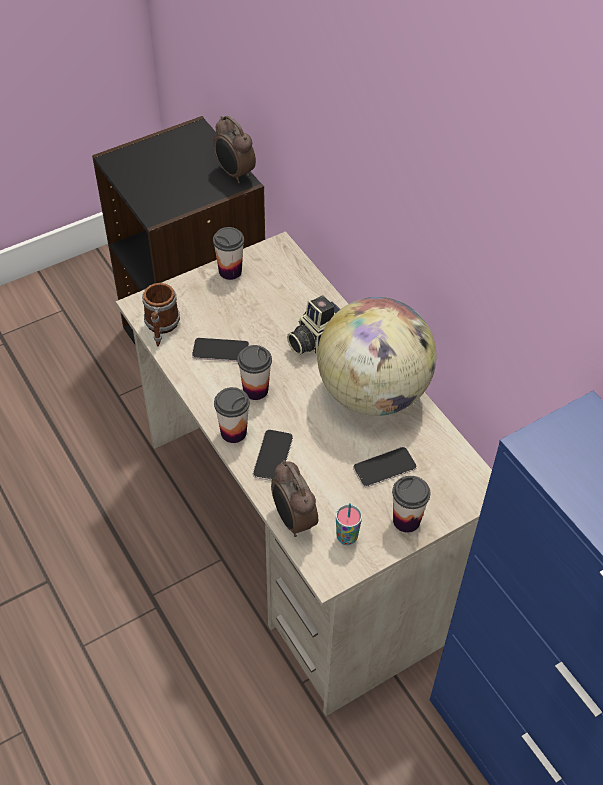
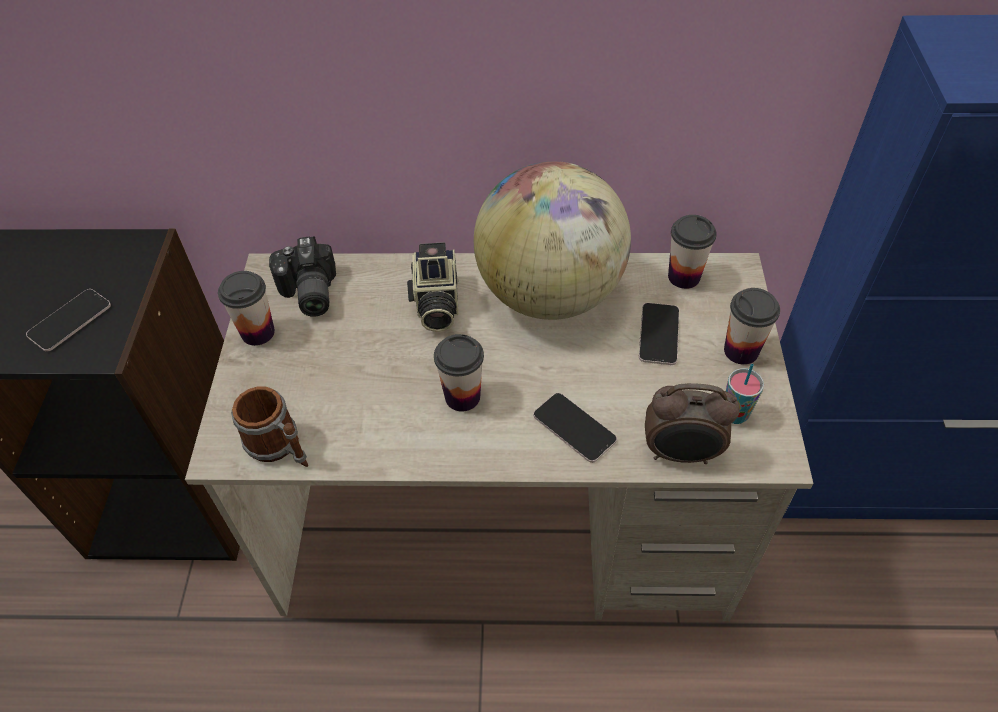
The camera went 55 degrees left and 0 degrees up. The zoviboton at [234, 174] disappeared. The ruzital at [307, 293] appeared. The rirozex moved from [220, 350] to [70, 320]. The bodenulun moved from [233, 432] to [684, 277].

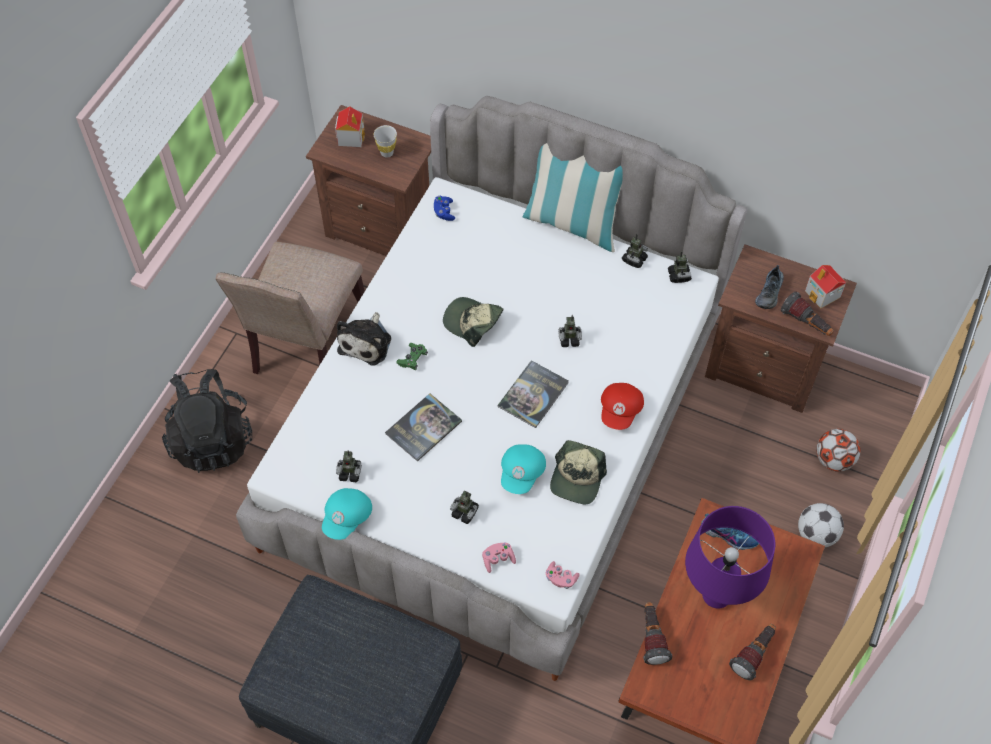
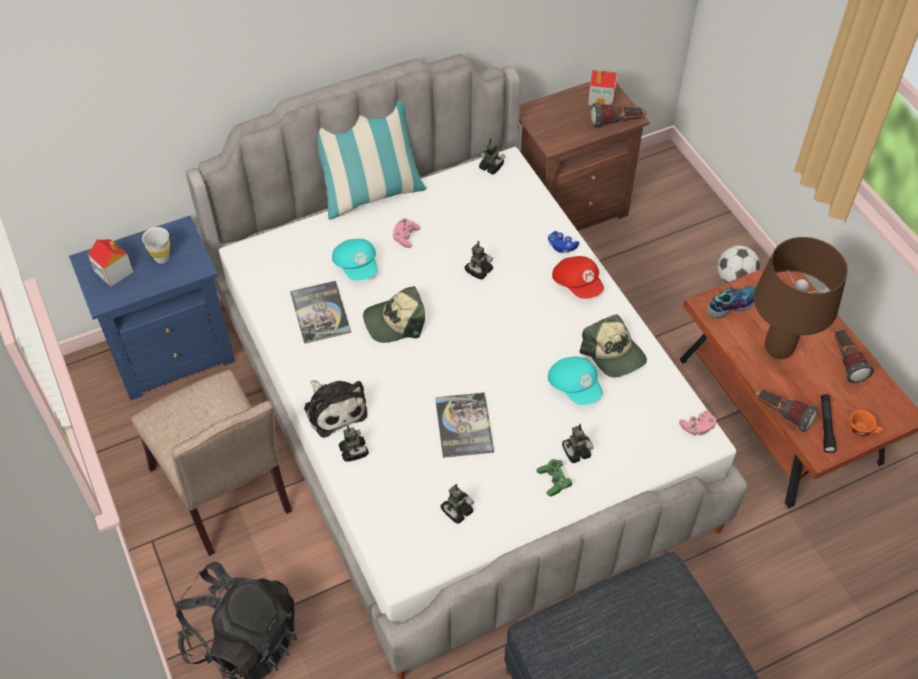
The camera went 50 degrees left and 5 degrees down. The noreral at [770, 293] disappeared. The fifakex at [833, 460] disappeared. The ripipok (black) at [826, 426] appeared. The bodenulun (orange) at [862, 430] appeared. The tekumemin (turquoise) moved from [348, 518] to [357, 266]. The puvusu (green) moved from [412, 359] to [554, 481]. The puvusu (blue) moved from [444, 212] to [561, 247]. The puvusu (pink) moved from [498, 559] to [405, 237]. The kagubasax moved from [533, 394] to [320, 313]. The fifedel moved from [634, 259] to [354, 451]. The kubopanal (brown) at [383, 228] became the kubopanal (blue) at [173, 353]. The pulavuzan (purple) at [716, 595] became the pulavuzan (brown) at [777, 349].

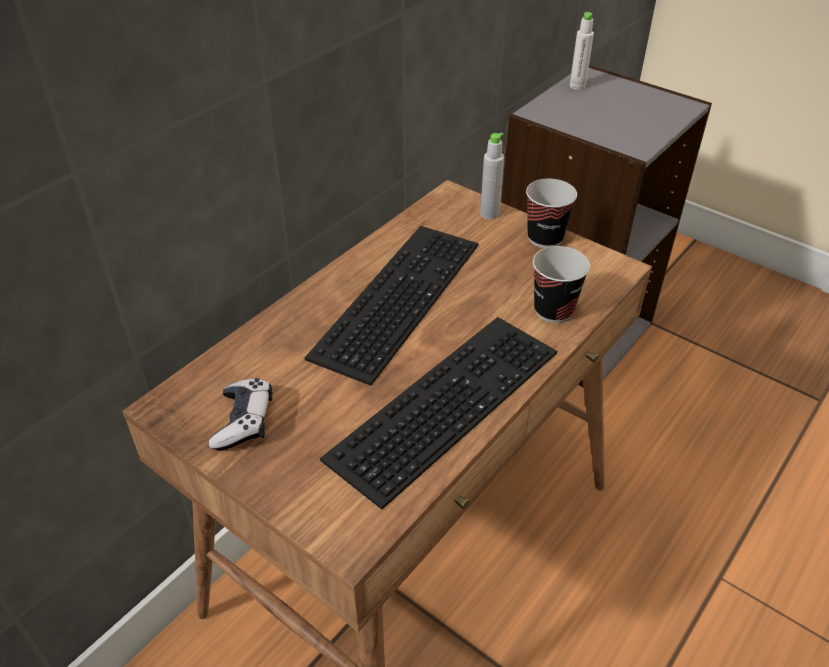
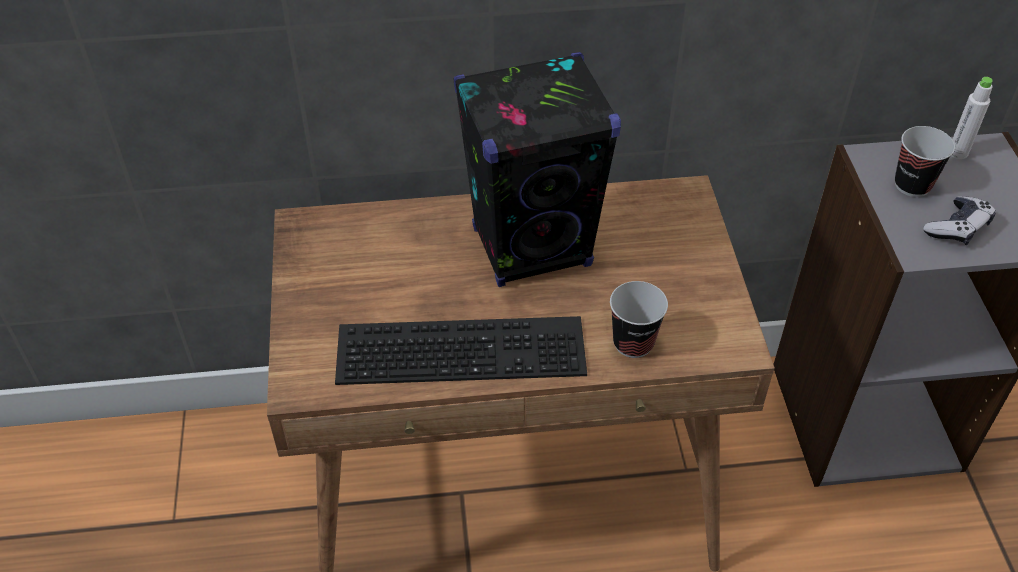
The camera went 45 degrees right and 5 degrees up. The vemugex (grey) at [489, 213] disappeared. The puvusu moved from [244, 422] to [957, 228]. The bodenulun moved from [545, 238] to [912, 185]. The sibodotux at [395, 295] was replaced by the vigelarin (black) at [532, 247].

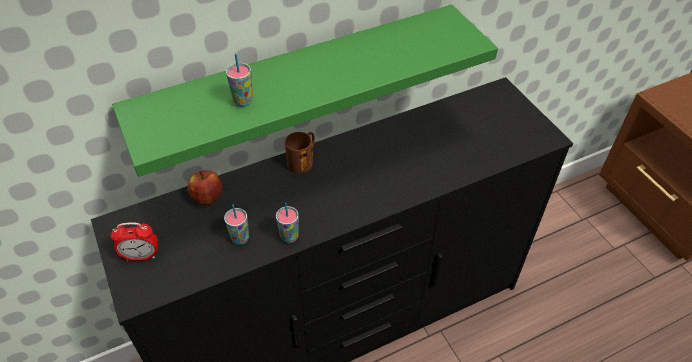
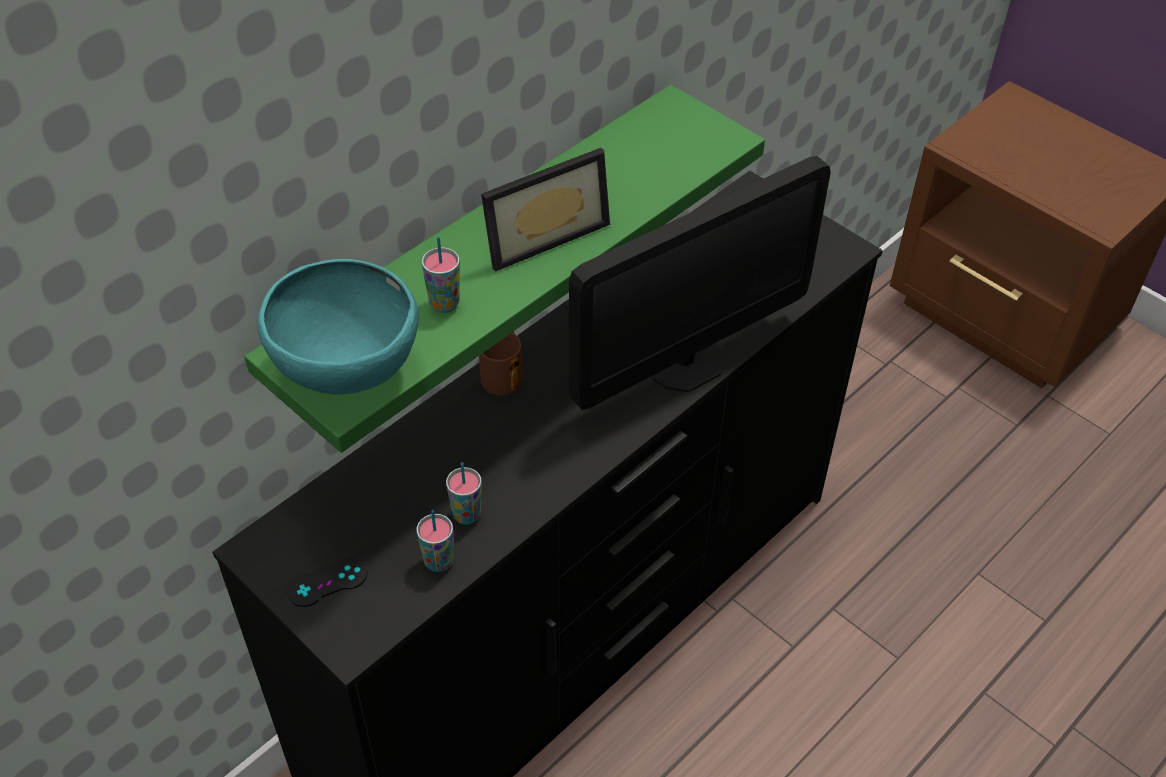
The camera went 20 degrees left and 0 degrees up. The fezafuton at [207, 198] disappeared. The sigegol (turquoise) at [347, 374] appeared. The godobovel at [541, 234] appeared. The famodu at [684, 363] appeared. The bodenulun moved from [289, 237] to [438, 562]. The zoviboton at [141, 256] was replaced by the puvusu (black) at [327, 583].

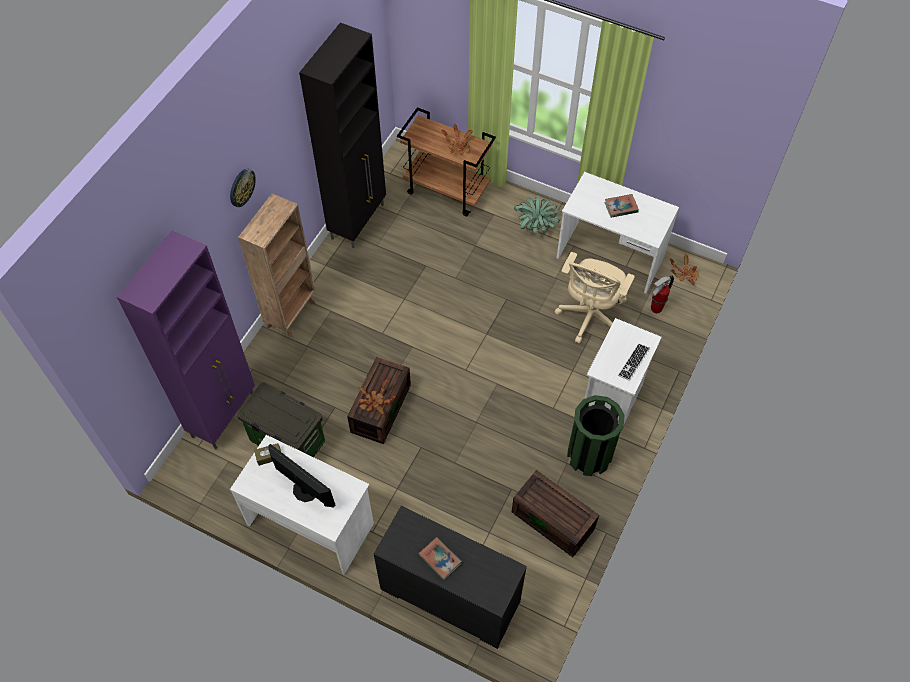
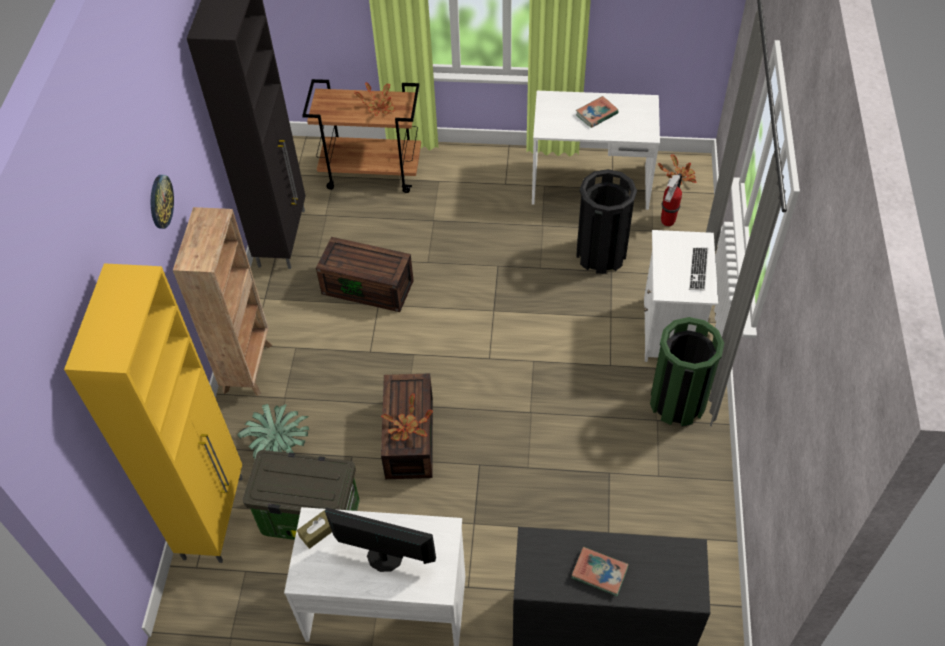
The camera went 20 degrees left and 5 degrees down. The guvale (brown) moved from [554, 520] to [369, 286]. The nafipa moved from [536, 225] to [278, 445]. The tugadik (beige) at [589, 317] was replaced by the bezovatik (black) at [601, 254]. The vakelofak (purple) at [224, 415] became the vakelofak (yellow) at [214, 516].

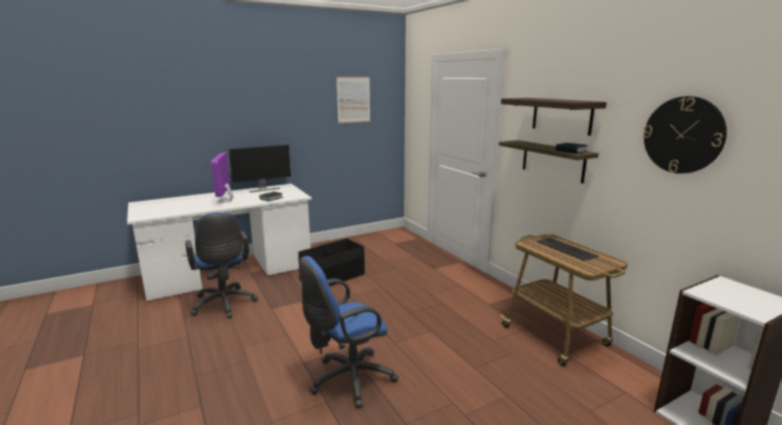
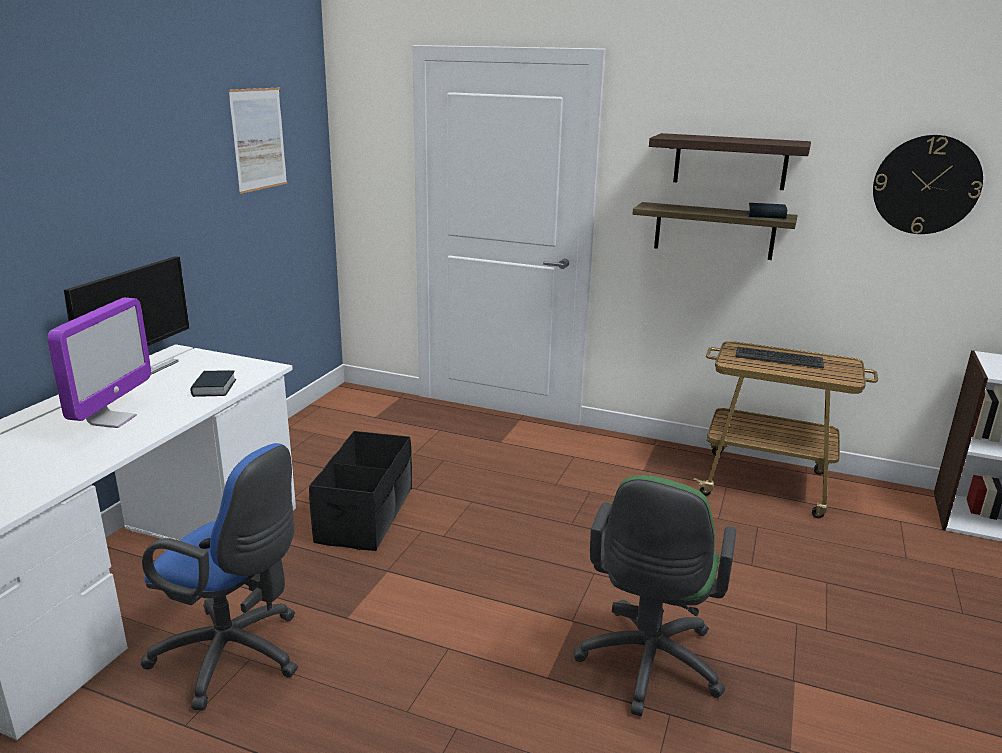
The camera went 40 degrees left and 5 degrees up. The tugadik (blue) at [347, 380] became the tugadik (green) at [647, 666]. The famodu at [225, 200] turned 120 degrees counterclockwise.

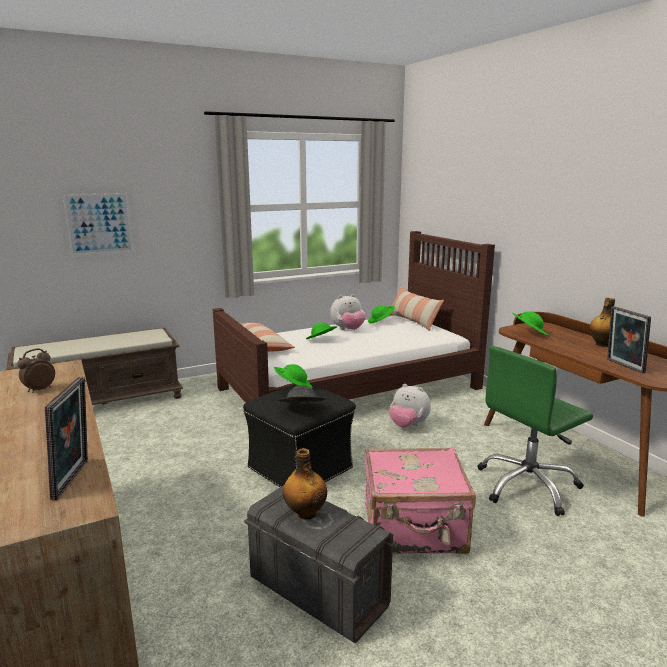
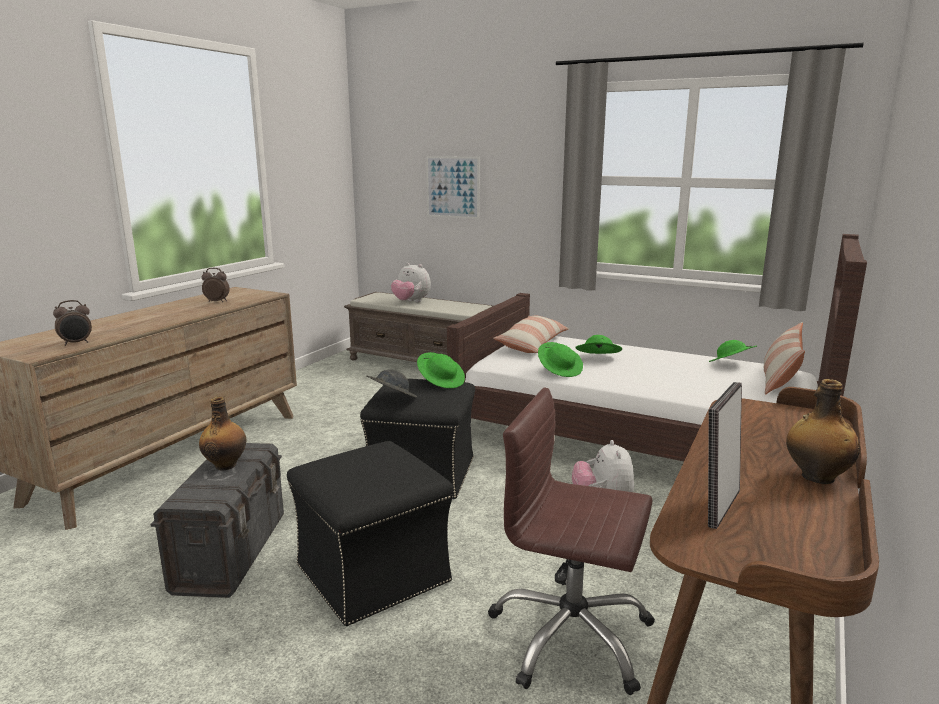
The camera went 55 degrees right and 0 degrees up. The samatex moved from [348, 330] to [411, 302]. The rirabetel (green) moved from [528, 333] to [560, 370]. The godobovel at [75, 479] was replaced by the zoviboton at [76, 343]. The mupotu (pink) at [414, 530] was replaced by the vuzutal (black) at [373, 574]. The tugadik (green) at [528, 486] became the tugadik (brown) at [570, 637].

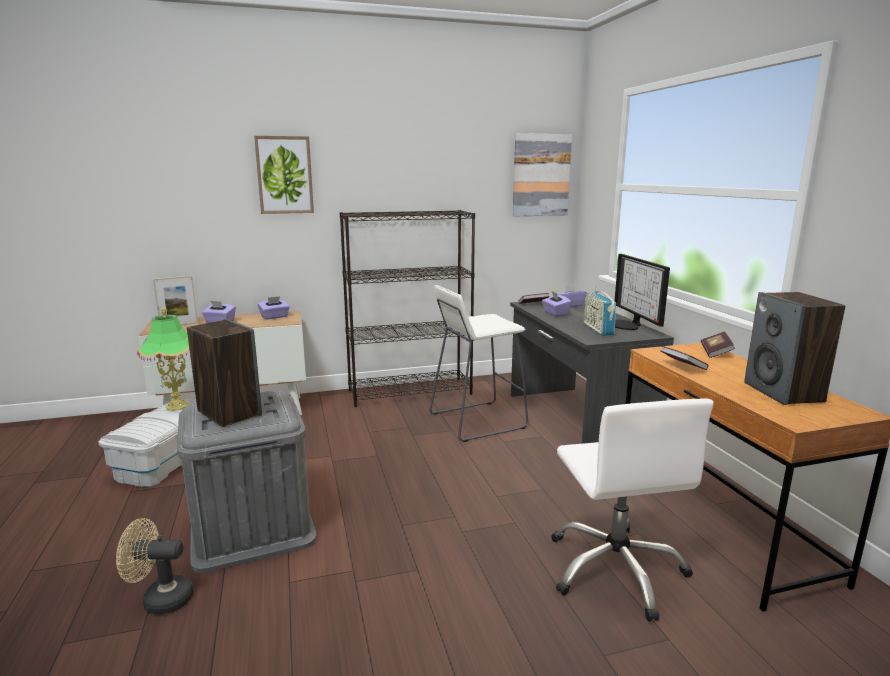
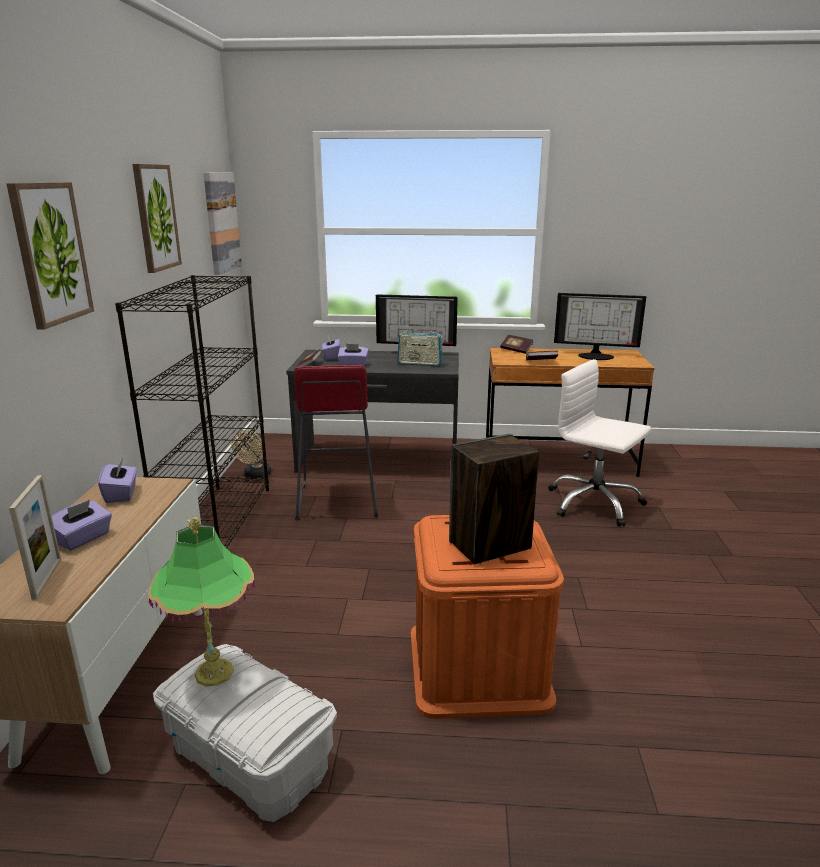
The camera went 70 degrees left and 5 degrees up. The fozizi at [156, 217] appeared. The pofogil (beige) moved from [160, 599] to [255, 475]. The vigelarin at [784, 392] was replaced by the famodu at [596, 356]. The guvale (grey) at [252, 526] became the guvale (orange) at [478, 666]. The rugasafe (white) at [476, 421] became the rugasafe (red) at [336, 501]. The tugadik (white) at [616, 569] turned 150 degrees counterclockwise.

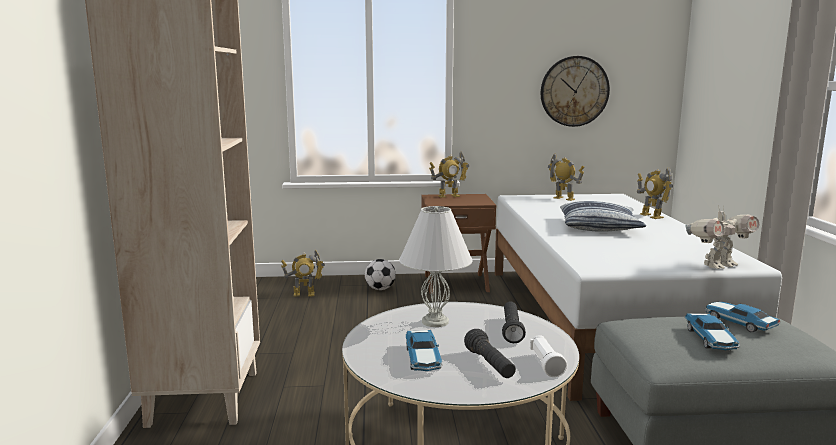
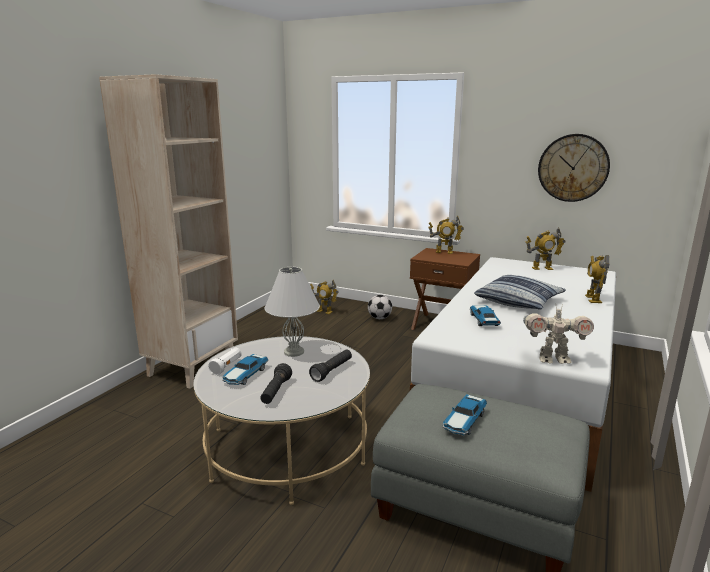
The camera went 30 degrees right and 5 degrees up. The ripipok (white) moved from [545, 364] to [227, 366]. The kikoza moved from [738, 322] to [483, 320]. The fifedel at [564, 198] turned 105 degrees clockwise.

